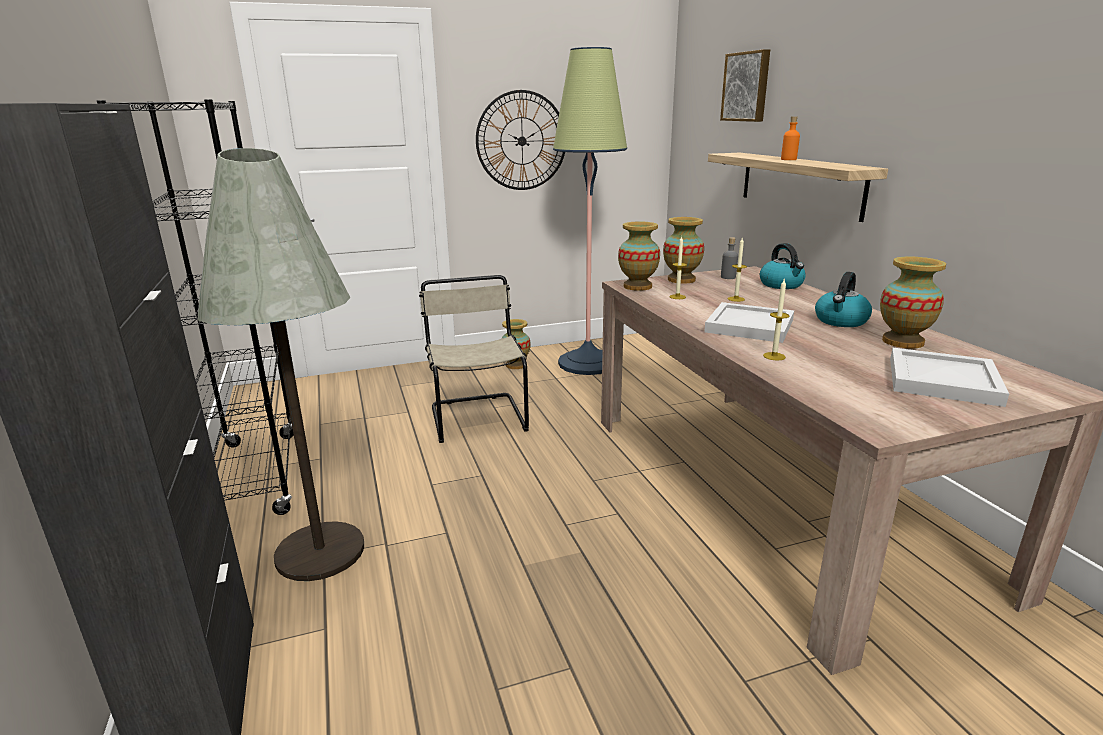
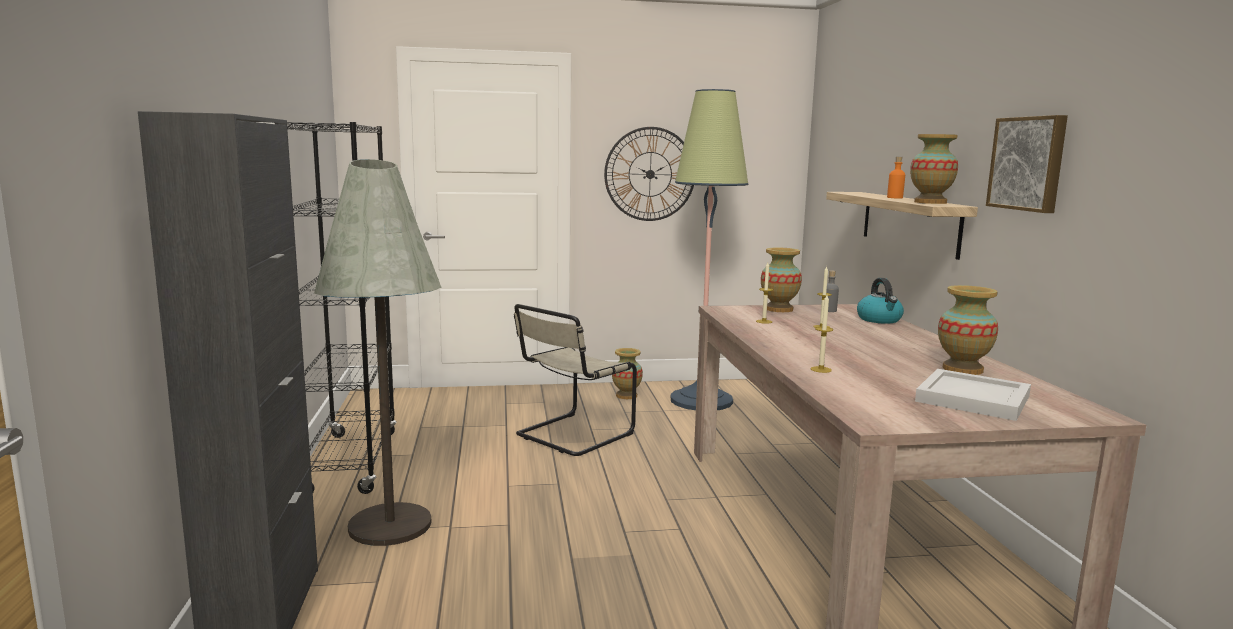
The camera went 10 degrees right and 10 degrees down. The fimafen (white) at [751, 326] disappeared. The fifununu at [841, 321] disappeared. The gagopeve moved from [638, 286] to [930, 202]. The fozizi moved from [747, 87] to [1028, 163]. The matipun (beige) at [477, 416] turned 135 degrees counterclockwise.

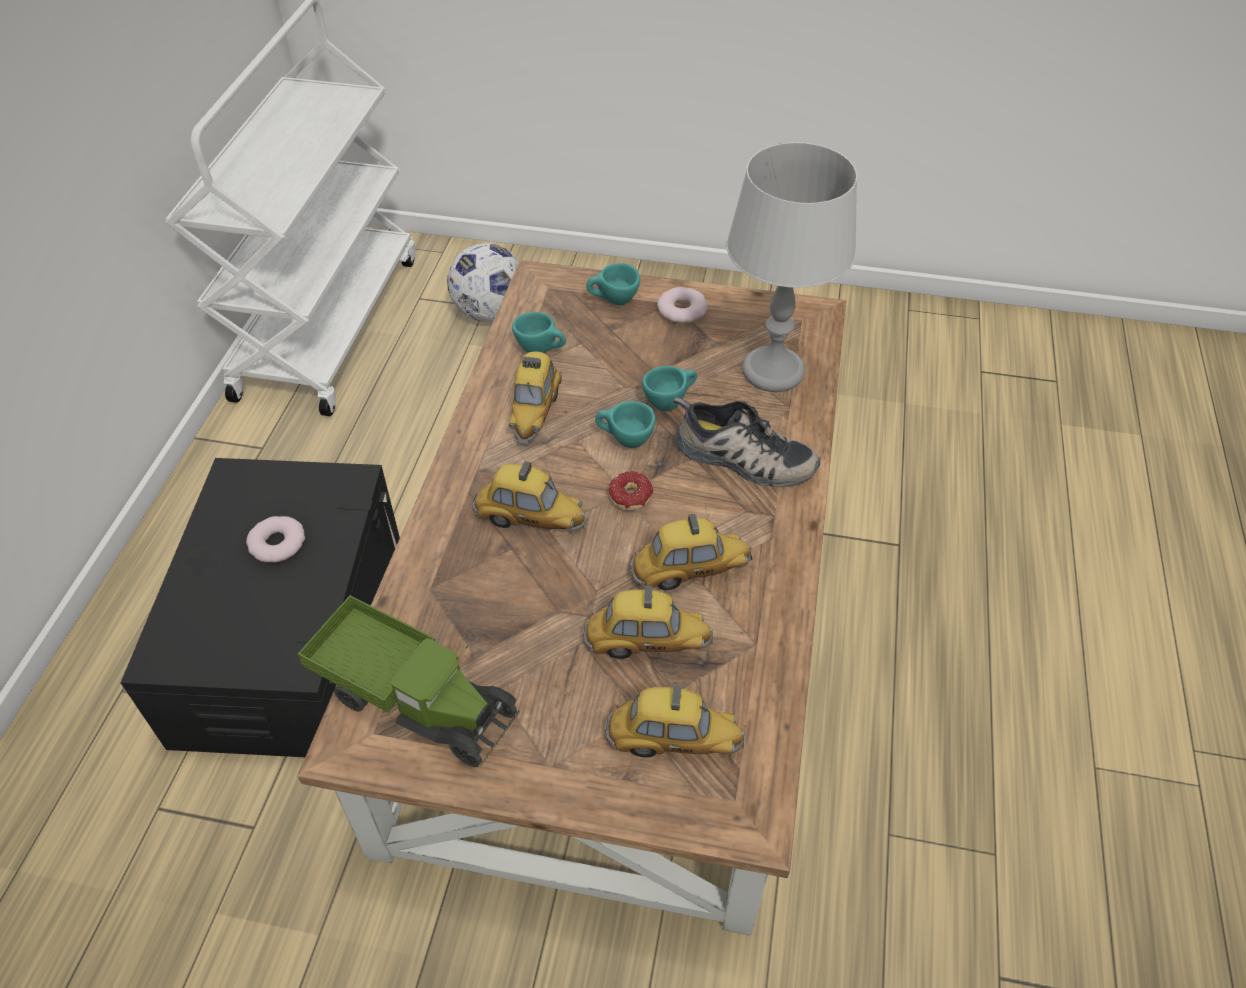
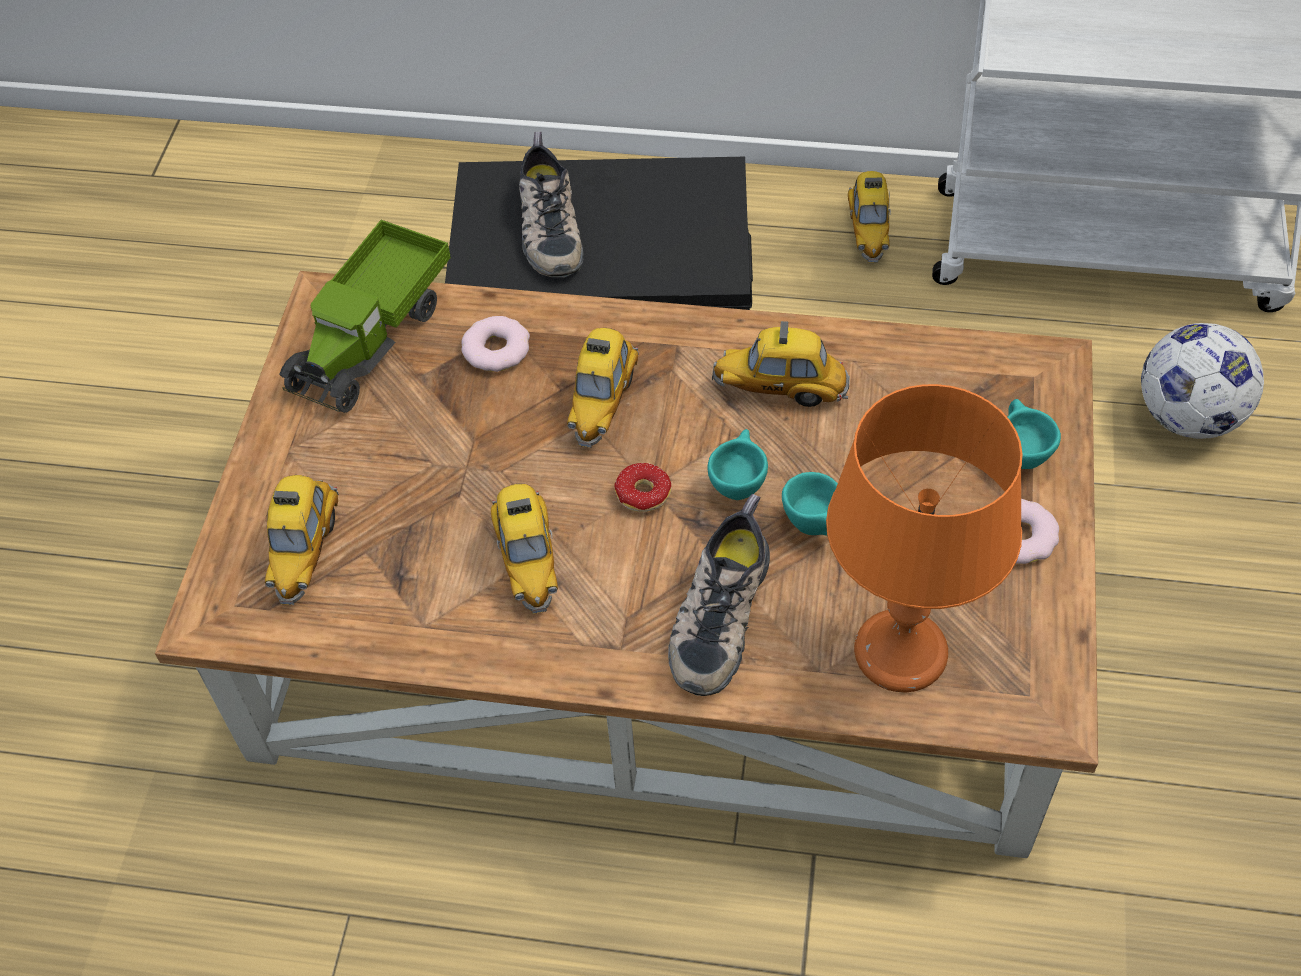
The camera went 90 degrees right and 5 degrees up. The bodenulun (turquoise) at [541, 350] disappeared. The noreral at [547, 227] appeared. The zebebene moved from [277, 543] to [496, 349]. The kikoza moved from [647, 643] to [868, 231]. The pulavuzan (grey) at [772, 371] became the pulavuzan (orange) at [900, 651].

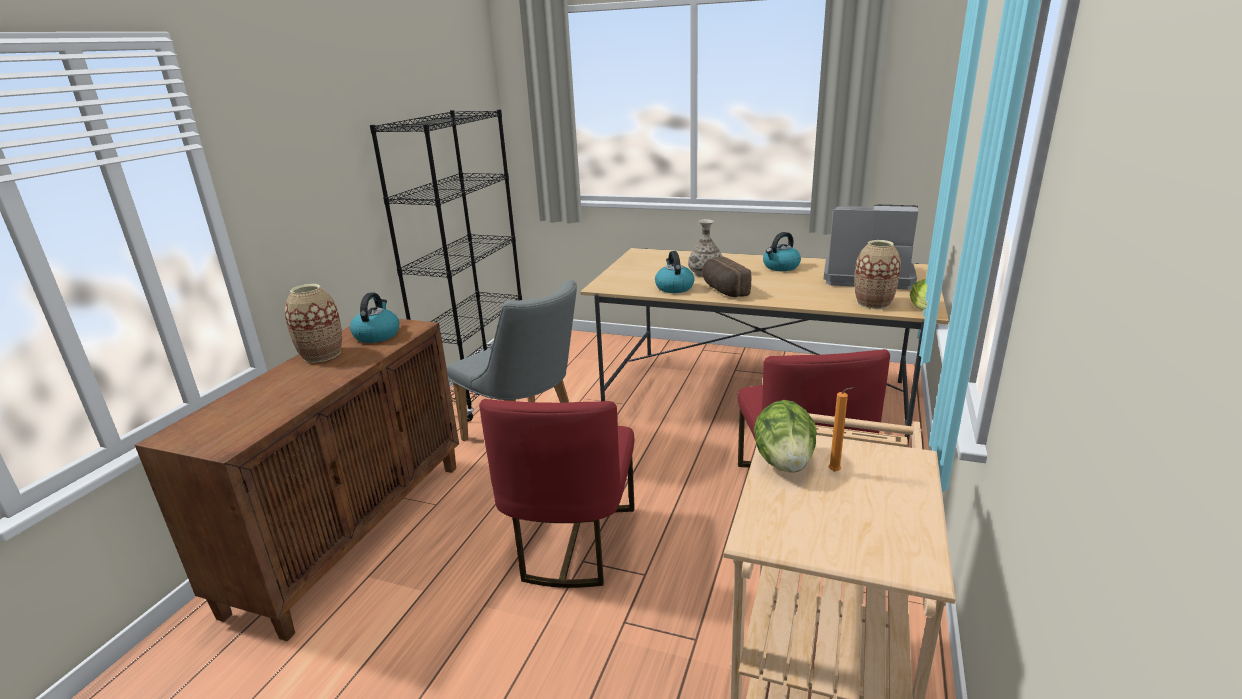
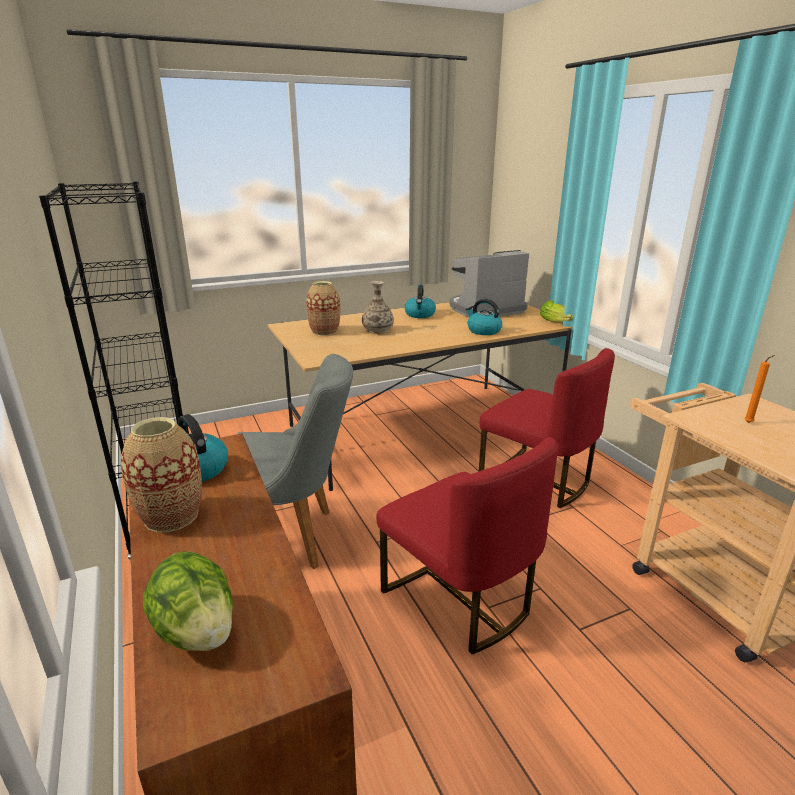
The camera went 45 degrees left and 0 degrees up. The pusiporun at [723, 290] disappeared. The fifununu moved from [674, 287] to [483, 331]. The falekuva moved from [784, 462] to [197, 631]. The gagopeve moved from [873, 303] to [324, 332].

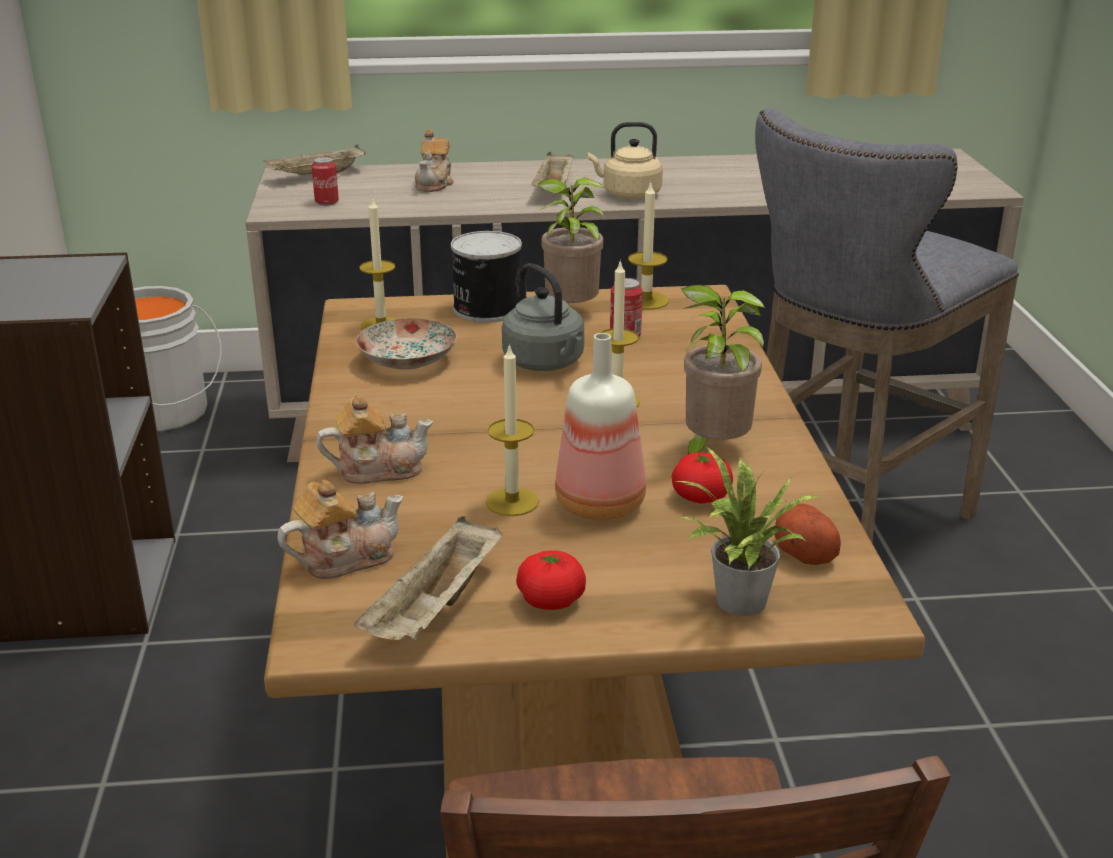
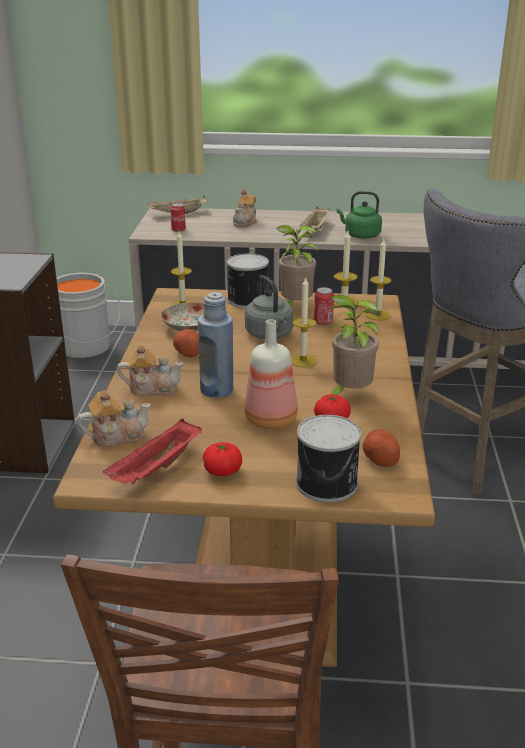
The camera went 10 degrees right and 0 degrees up. The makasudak at [188, 352] appeared. The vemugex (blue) at [216, 390] appeared. The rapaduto moved from [512, 501] to [378, 315]. The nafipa at [736, 603] was replaced by the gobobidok at [328, 484]. The fimafen (beige) at [436, 610] became the fimafen (red) at [156, 469]. The fifununu (beige) at [628, 194] became the fifununu (green) at [360, 235].

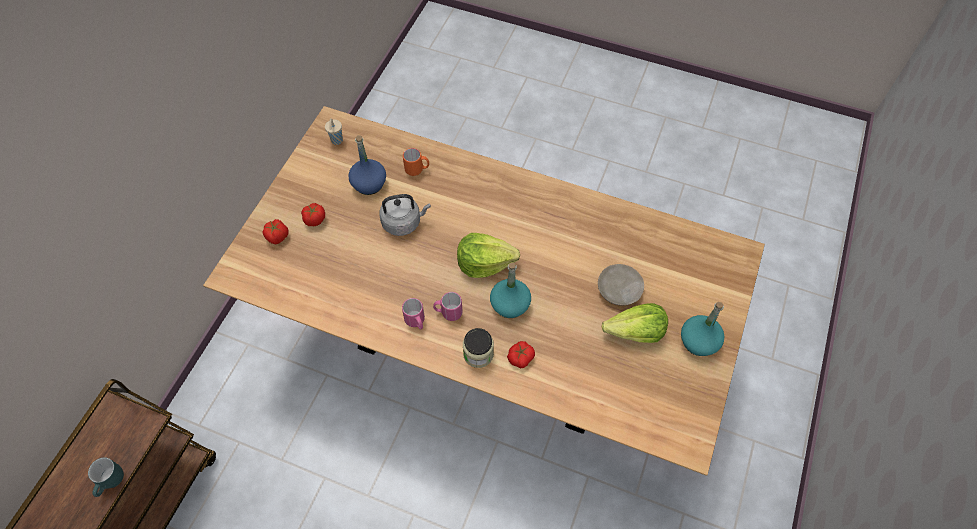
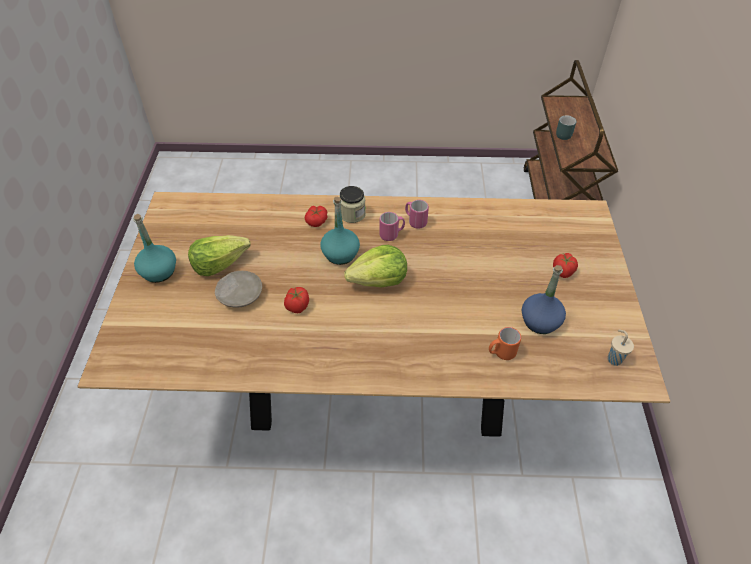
The camera went 160 degrees right and 10 degrees down. The fifununu (grey) at [403, 222] disappeared. The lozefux moved from [278, 237] to [297, 306].

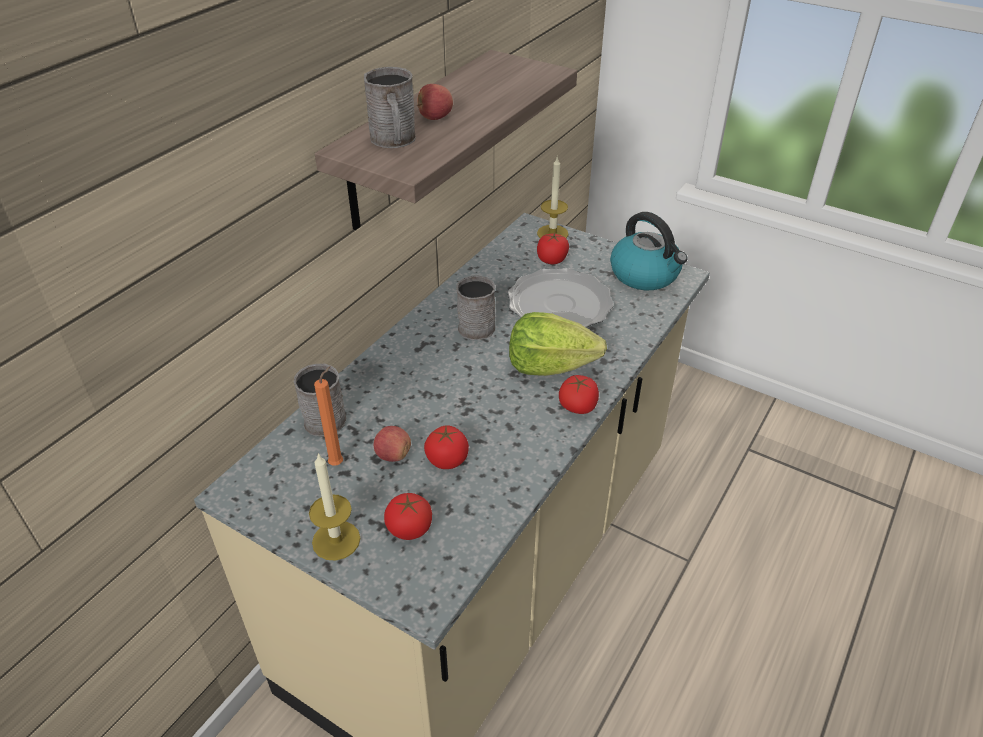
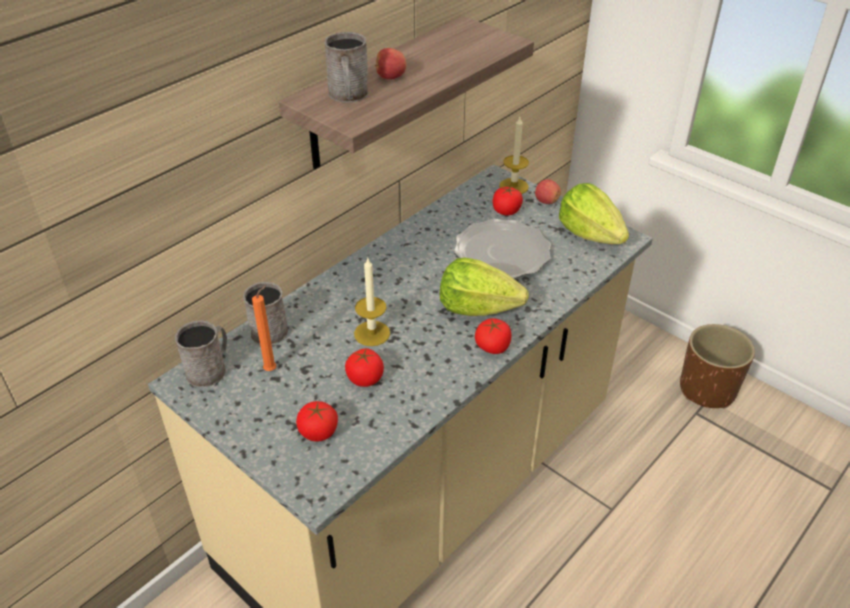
The camera went 10 degrees right and 0 degrees up. The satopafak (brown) at [707, 389] appeared. The rapaduto moved from [336, 540] to [372, 333]. The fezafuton moved from [393, 455] to [546, 201]. The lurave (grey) moved from [479, 324] to [210, 369]. The fifununu at [645, 275] was replaced by the falekuva at [590, 234].

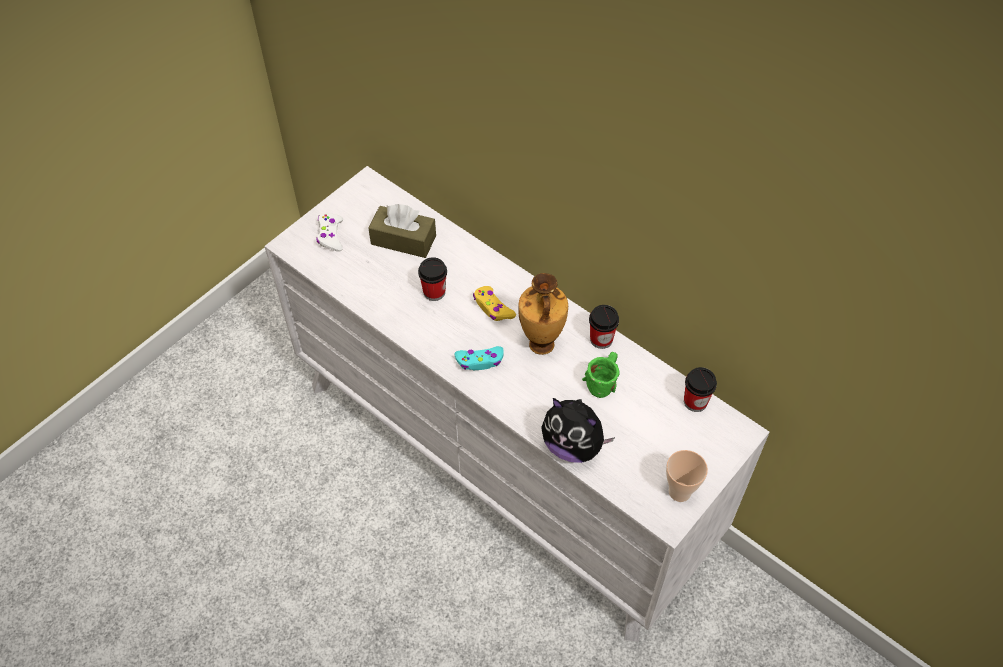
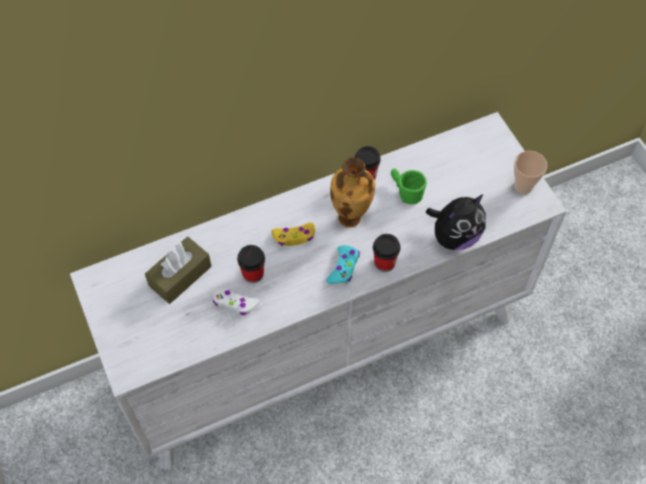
The camera went 65 degrees left and 5 degrees up. The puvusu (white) moved from [330, 235] to [235, 303]. The bodenulun moved from [695, 402] to [384, 263].

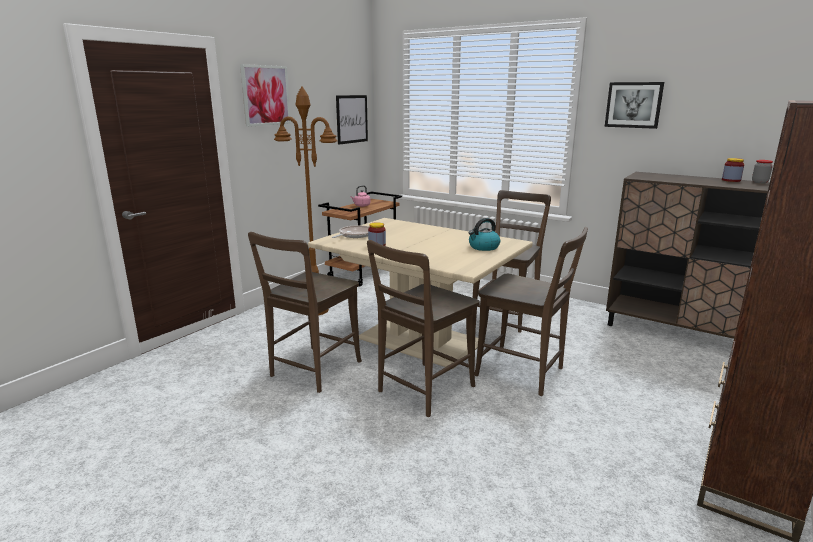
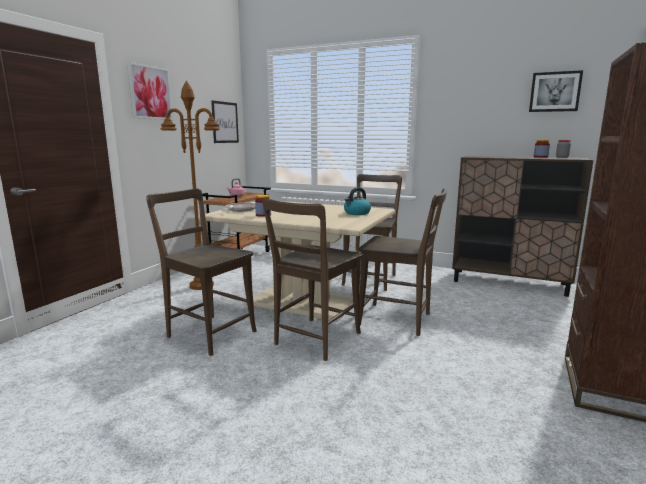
The camera went 10 degrees left and 5 degrees down. The fozizi moved from [633, 105] to [555, 92]. The matipun (brown) at [312, 371] turned 105 degrees clockwise.

